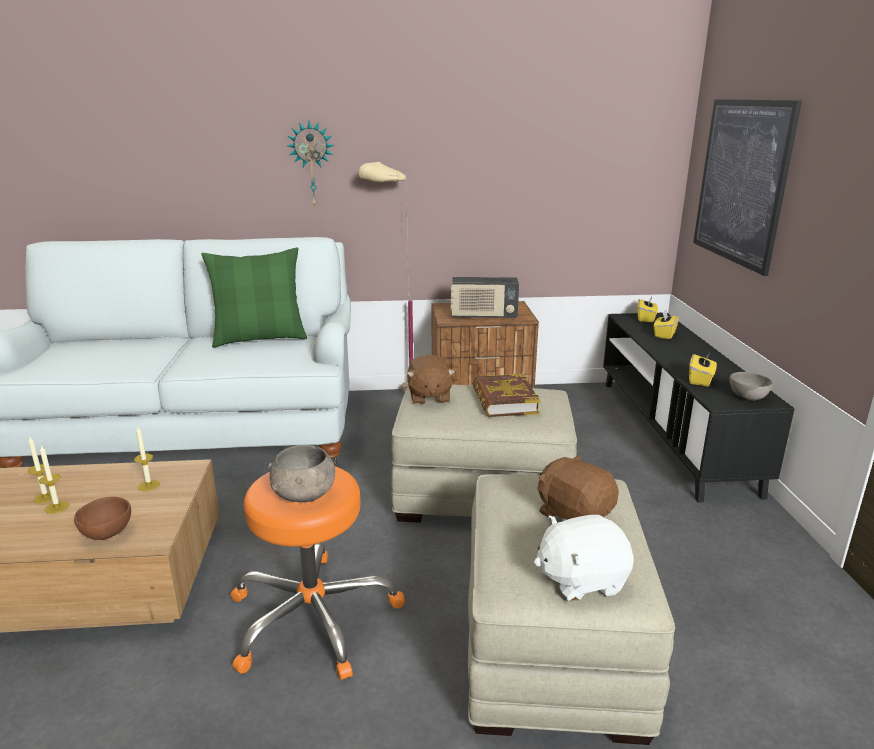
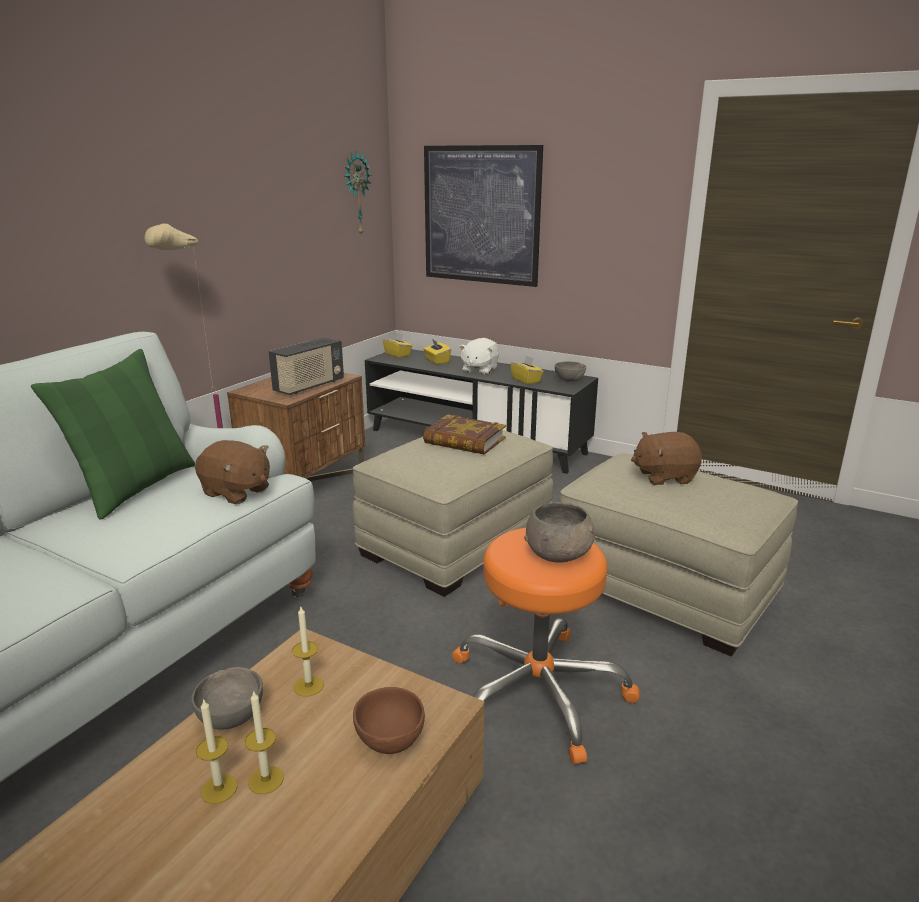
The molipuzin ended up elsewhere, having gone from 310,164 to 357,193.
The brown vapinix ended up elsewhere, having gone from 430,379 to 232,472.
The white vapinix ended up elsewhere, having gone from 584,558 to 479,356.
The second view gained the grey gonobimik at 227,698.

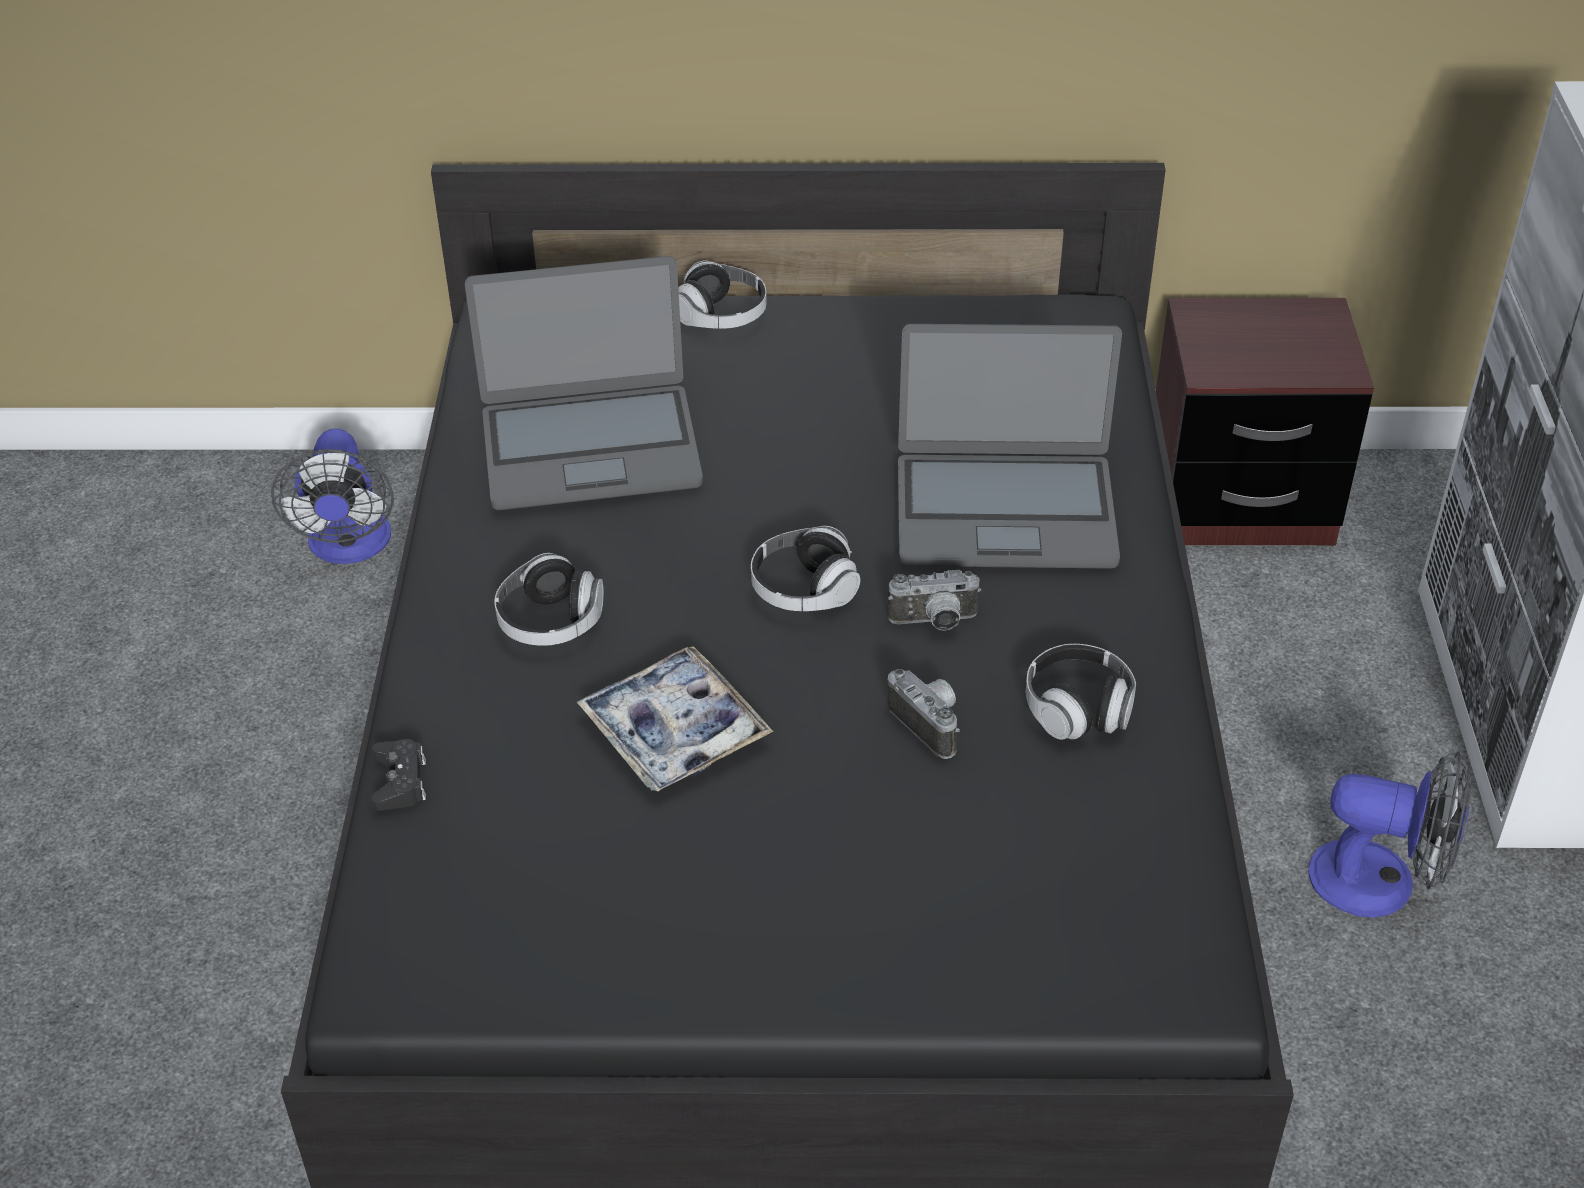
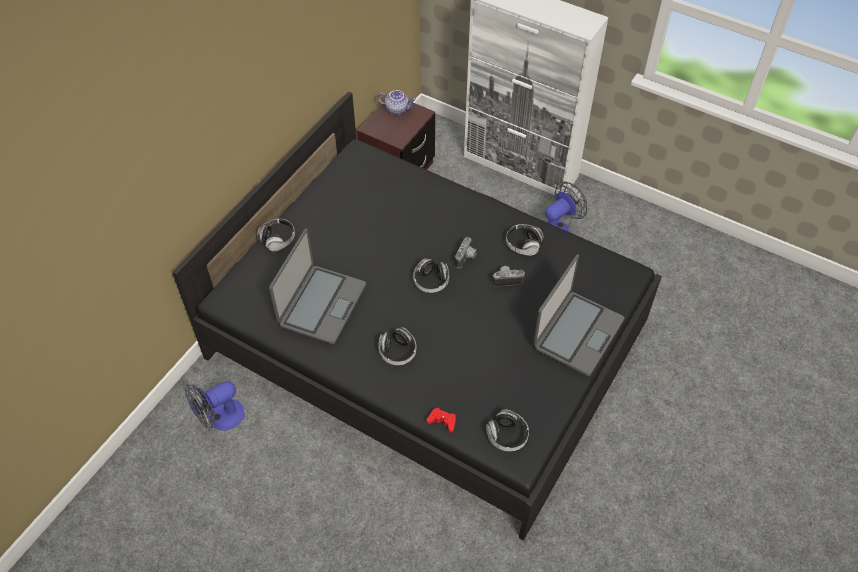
The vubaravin ended up elsewhere, having gone from 1010,446 to 578,315.
The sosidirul at 332,496 ended up facing another way, 120 degrees clockwise from before.
The second view lost the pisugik at 674,719.
What was the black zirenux at 398,775 turned into the red zirenux at 441,420.
The second view gained the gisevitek at 396,102.
The second view gained the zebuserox at 507,430.

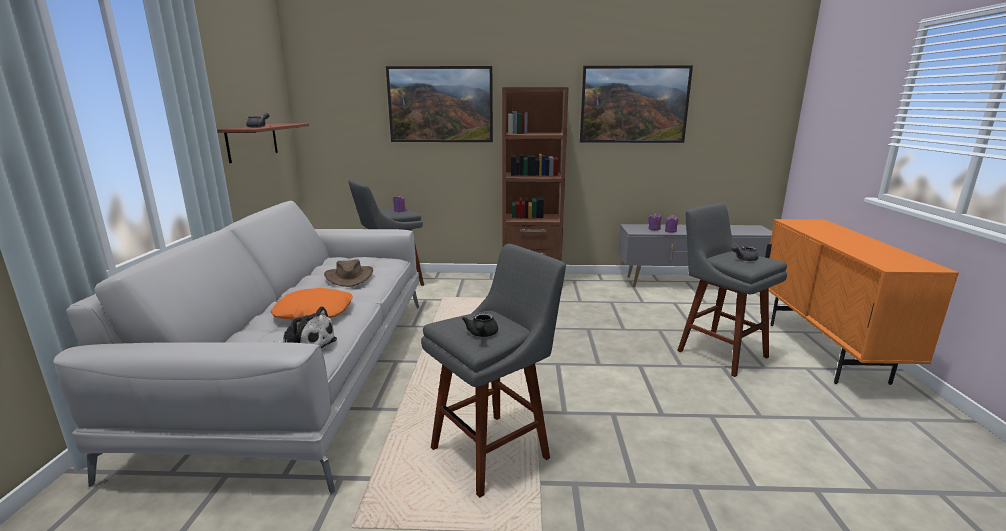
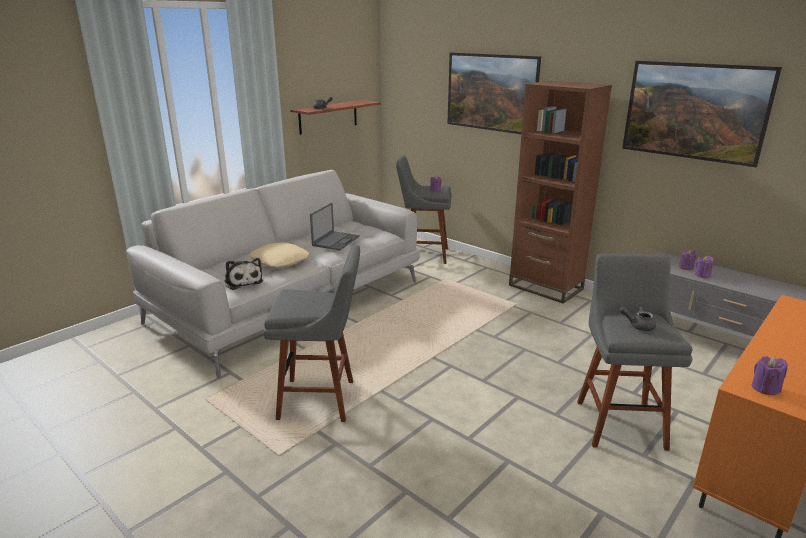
Where the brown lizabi stood at 348,273, the vubaravin came to stand at 335,226.
What was the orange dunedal at 311,304 turned into the beige dunedal at 279,255.
The second view lost the black gisevitek at 480,324.
The second view gained the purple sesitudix at 770,375.

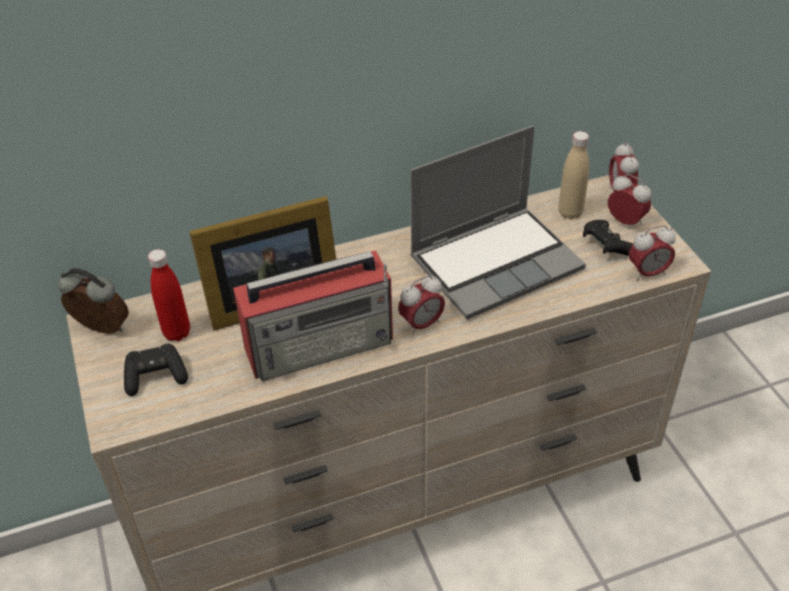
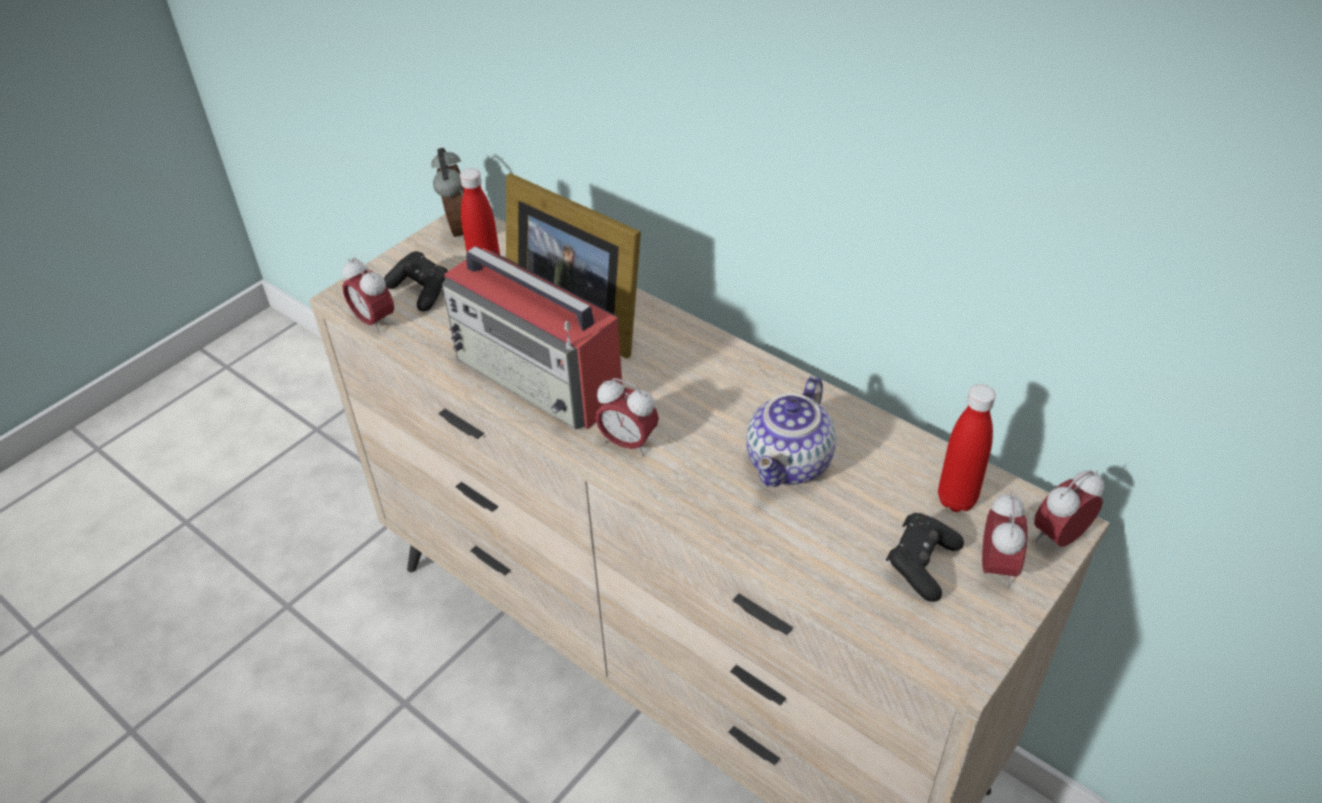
Where the vubaravin stood at 498,222, the gisevitek came to stand at 791,431.
What was the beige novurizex at 573,175 turned into the red novurizex at 967,448.
The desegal ended up elsewhere, having gone from 652,253 to 368,295.

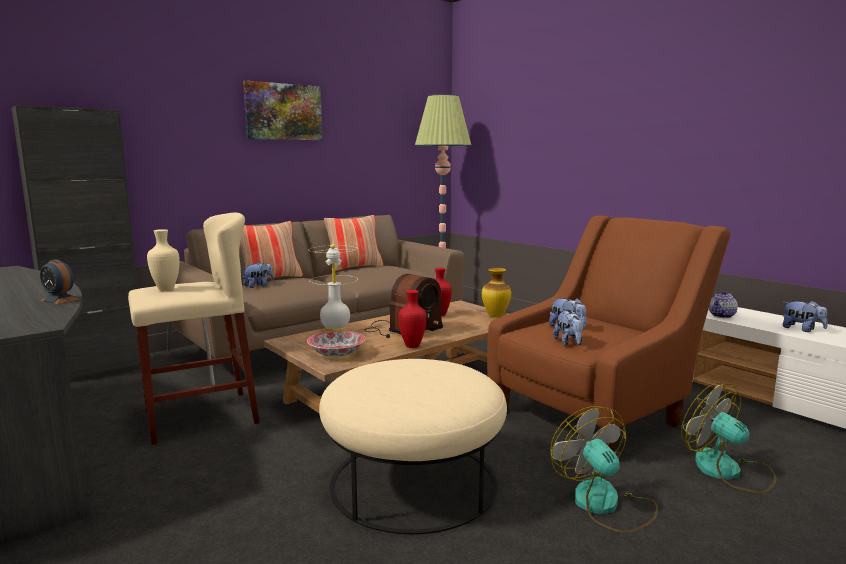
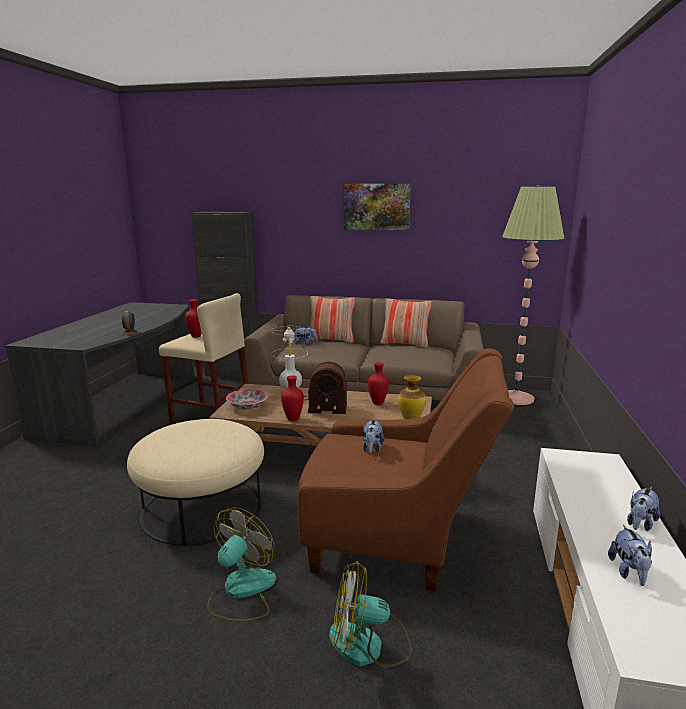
What was the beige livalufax at 163,260 turned into the red livalufax at 193,318.
The second view lost the gisevitek at 723,304.
The vapinix ended up elsewhere, having gone from 568,328 to 643,509.
The sosidirul at 729,438 ended up facing another way, 105 degrees counterclockwise from before.

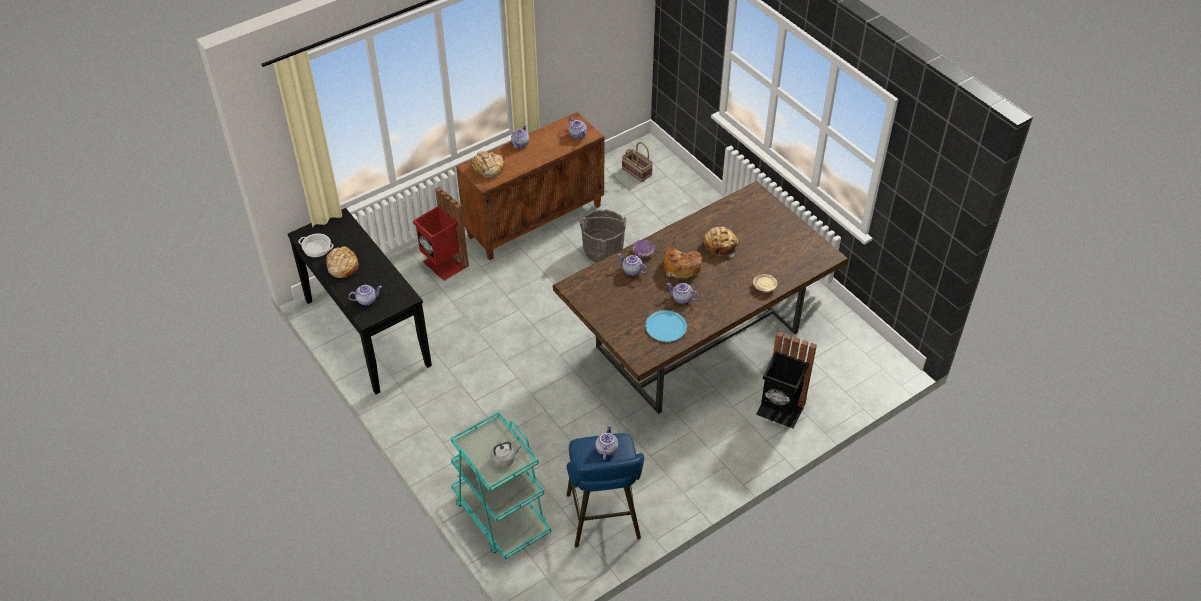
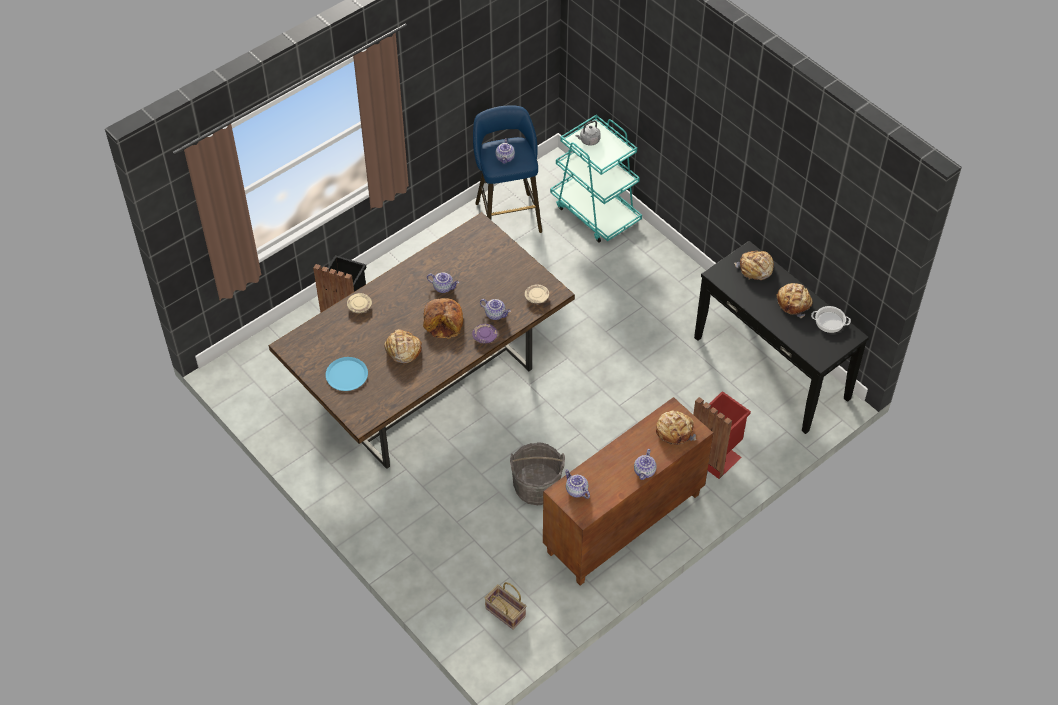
Where the gisevitek stood at 365,295, the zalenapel came to stand at 754,265.
The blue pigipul ended up elsewhere, having gone from 666,326 to 347,374.
The second view gained the beige pigipul at 537,294.

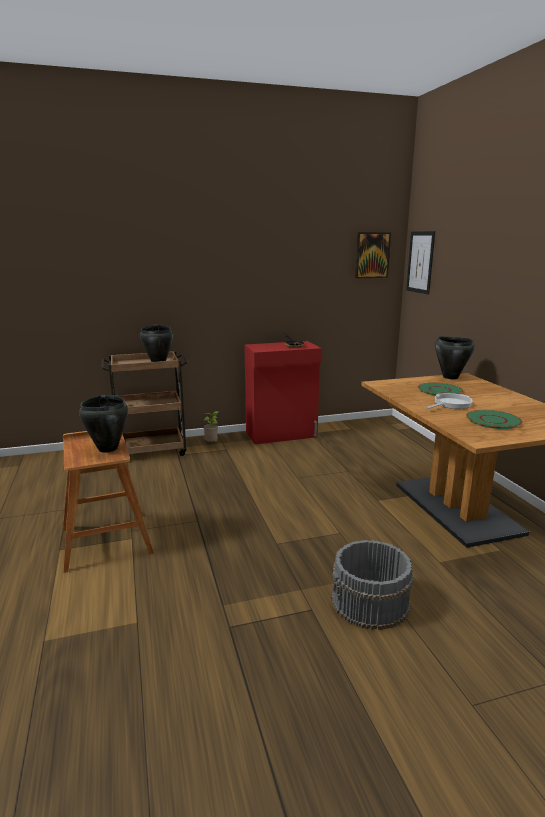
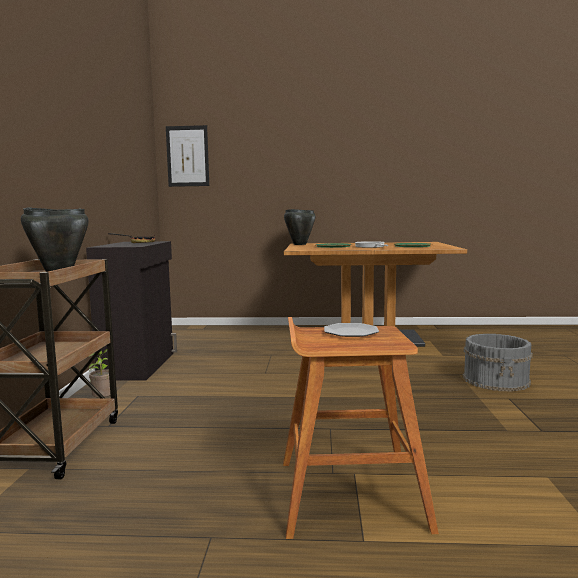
The second view lost the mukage at 373,255.
What was the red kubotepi at 283,392 turned into the black kubotepi at 131,311.
Where the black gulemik stood at 103,424, the pigipul came to stand at 351,330.

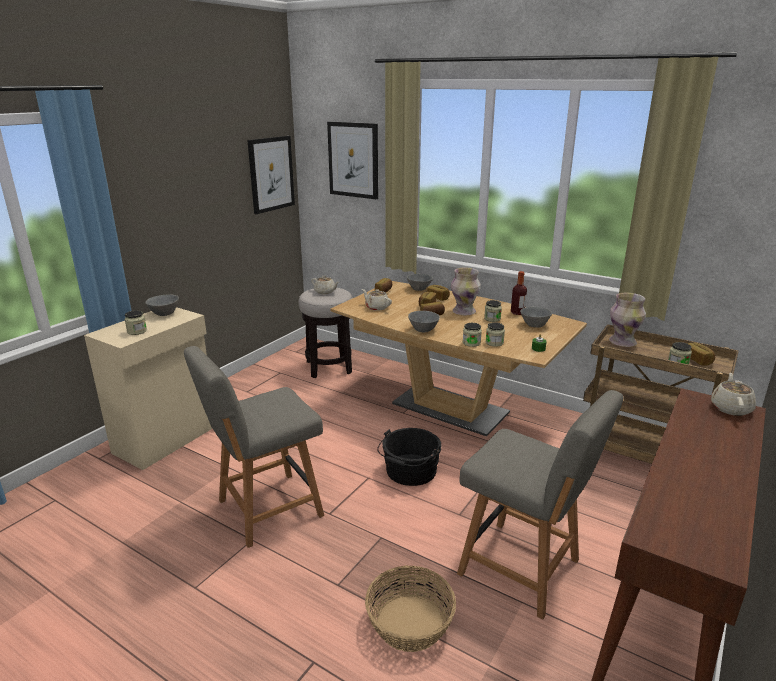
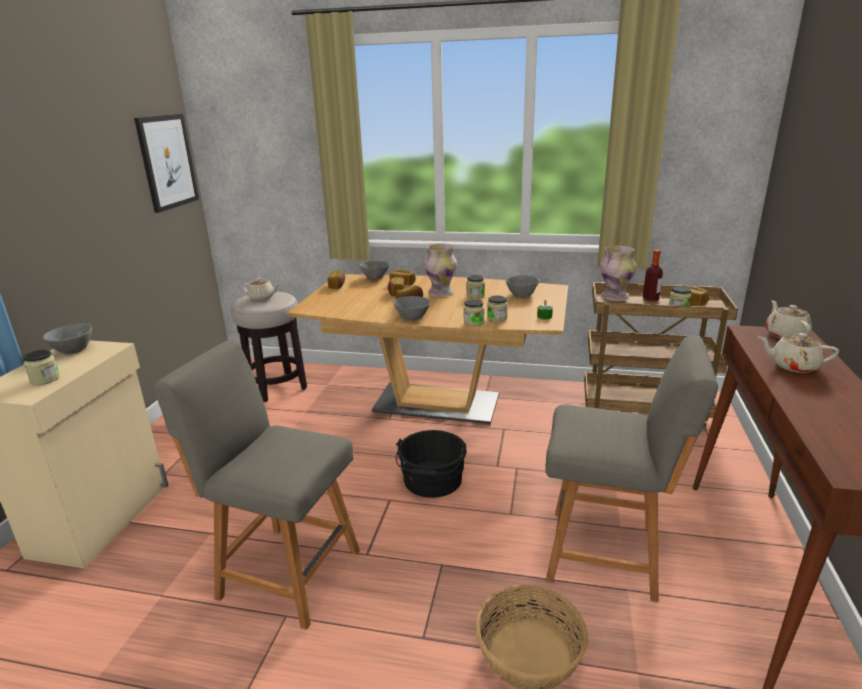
The second view lost the mukage at 352,160.
The novurizex ended up elsewhere, having gone from 519,293 to 653,276.
The beige gisevitek ended up elsewhere, having gone from 377,300 to 798,353.
The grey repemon at 254,447 ended up facing another way, 75 degrees clockwise from before.

